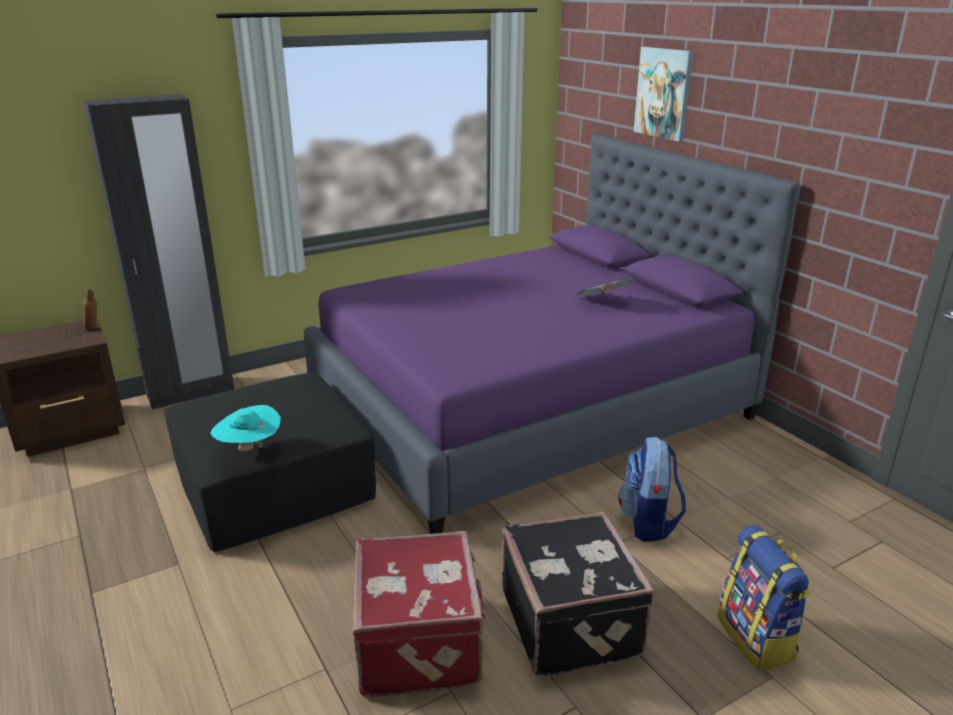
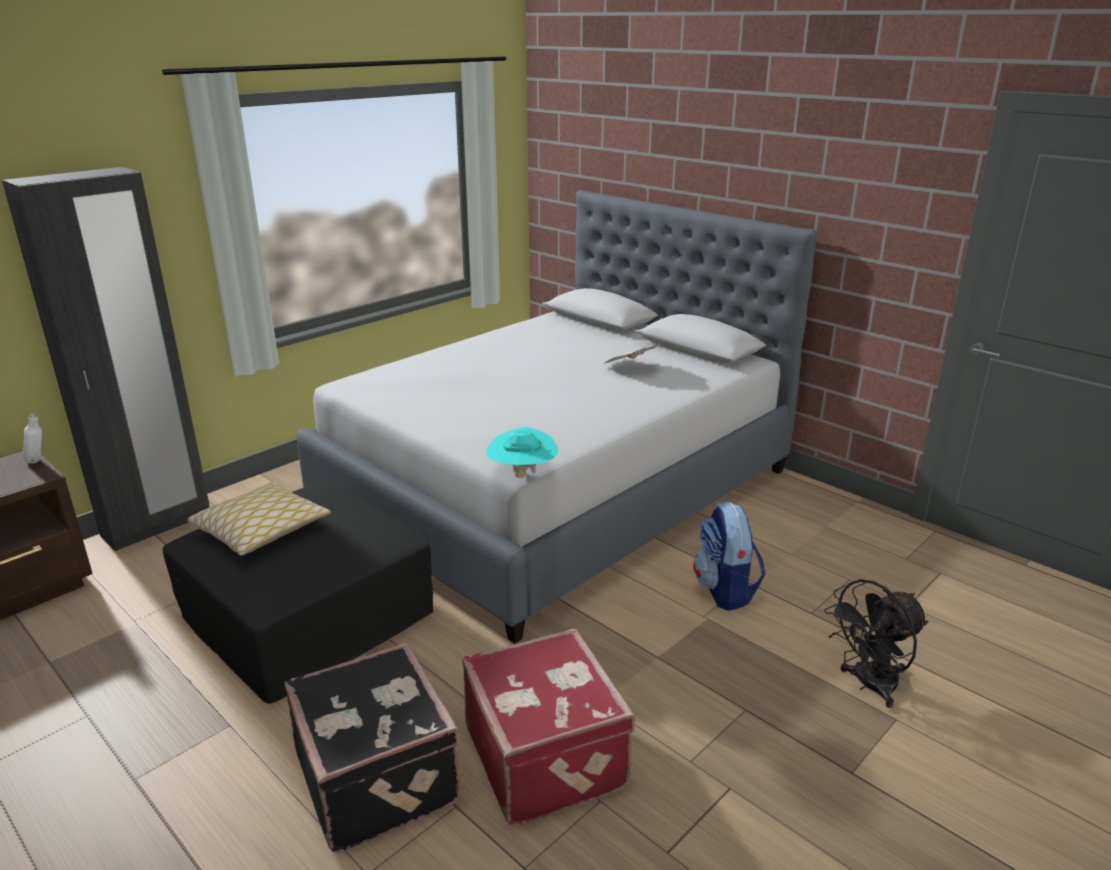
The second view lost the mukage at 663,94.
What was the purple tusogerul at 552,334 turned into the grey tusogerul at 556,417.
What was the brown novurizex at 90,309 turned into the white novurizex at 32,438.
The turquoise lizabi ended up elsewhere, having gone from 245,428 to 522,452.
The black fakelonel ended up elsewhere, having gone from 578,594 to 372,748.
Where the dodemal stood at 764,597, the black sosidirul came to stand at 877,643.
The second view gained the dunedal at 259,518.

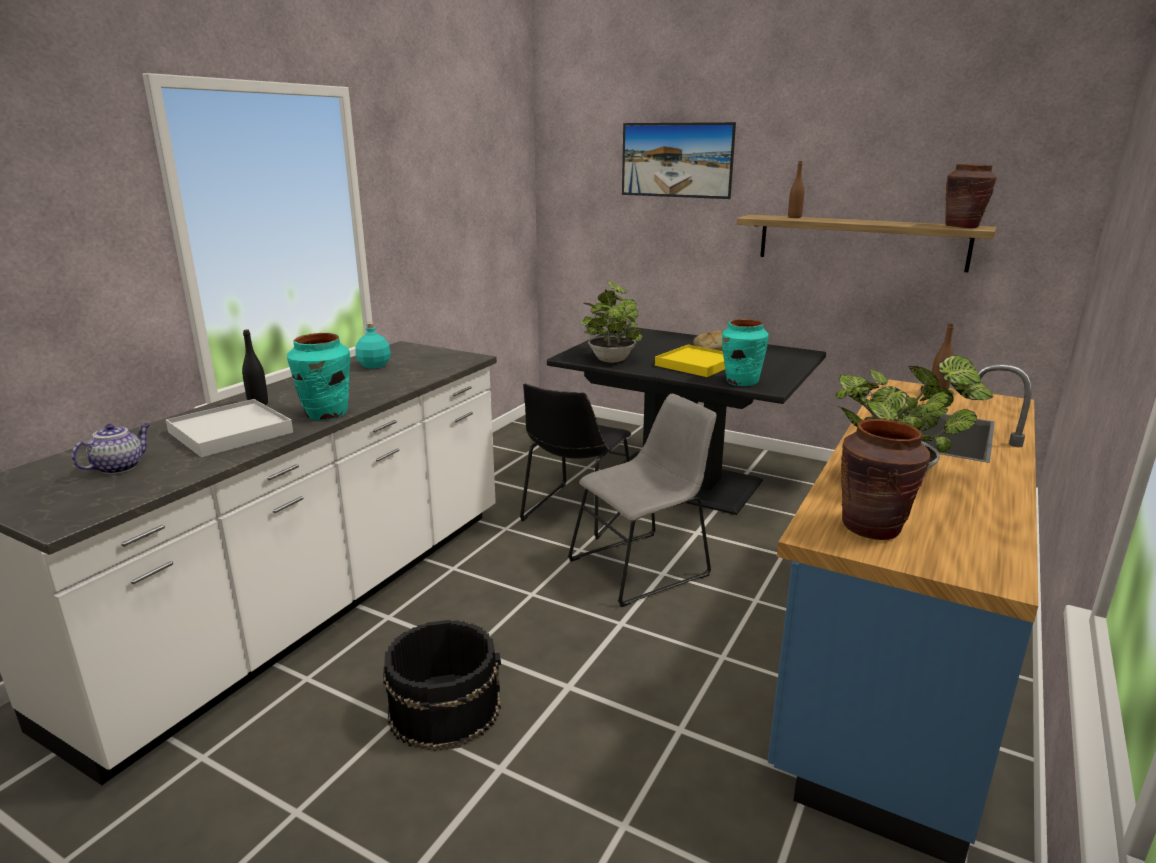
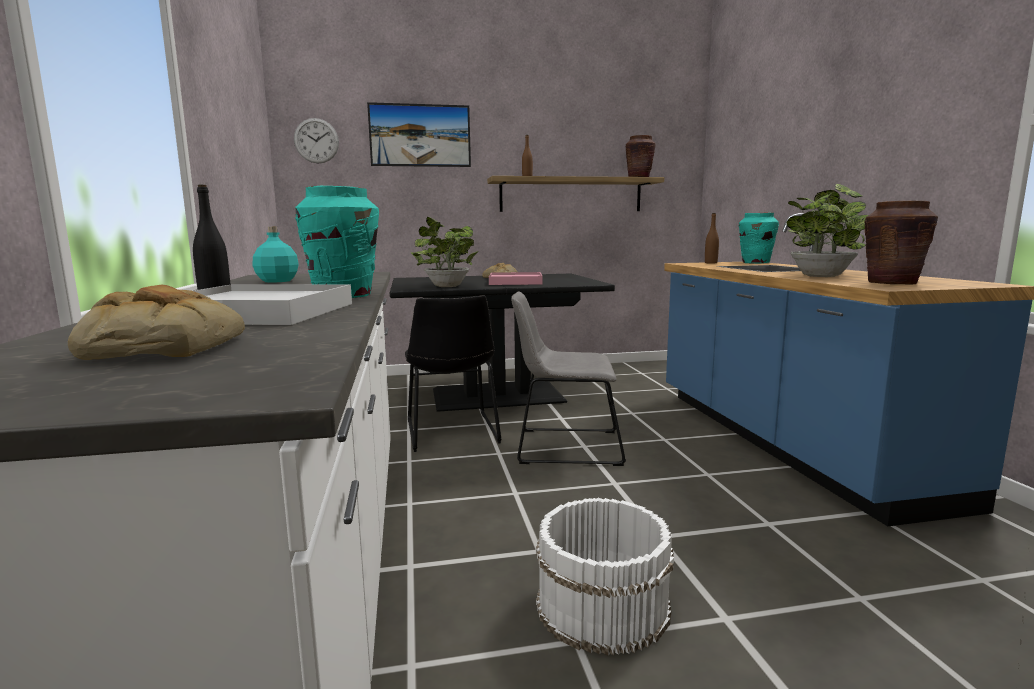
The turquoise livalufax ended up elsewhere, having gone from 745,352 to 759,238.
What was the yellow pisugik at 690,361 turned into the pink pisugik at 515,278.
The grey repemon at 642,500 ended up facing another way, 105 degrees counterclockwise from before.
Where the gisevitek stood at 110,449, the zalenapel came to stand at 156,322.
What was the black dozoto at 442,686 turned into the white dozoto at 605,576.
The second view gained the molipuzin at 316,141.

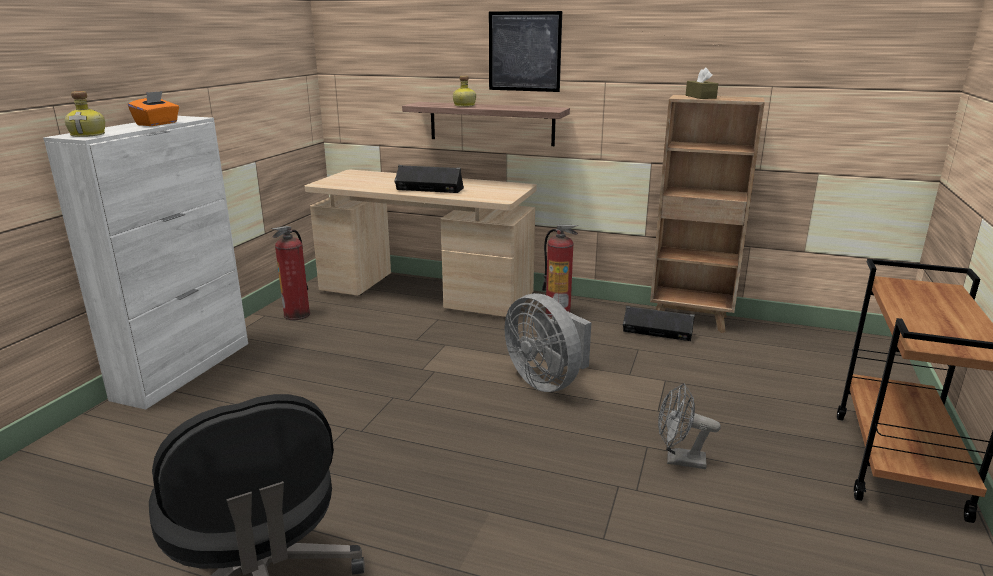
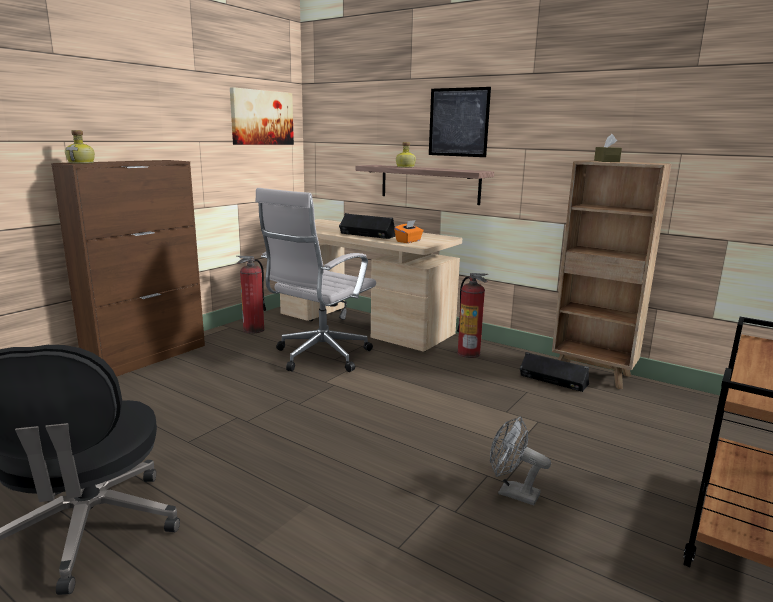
The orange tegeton ended up elsewhere, having gone from 153,108 to 408,231.
What was the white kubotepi at 145,263 turned into the brown kubotepi at 128,268.
The second view lost the grey sosidirul at 548,342.
The second view gained the mukage at 262,116.
The second view gained the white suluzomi at 315,280.

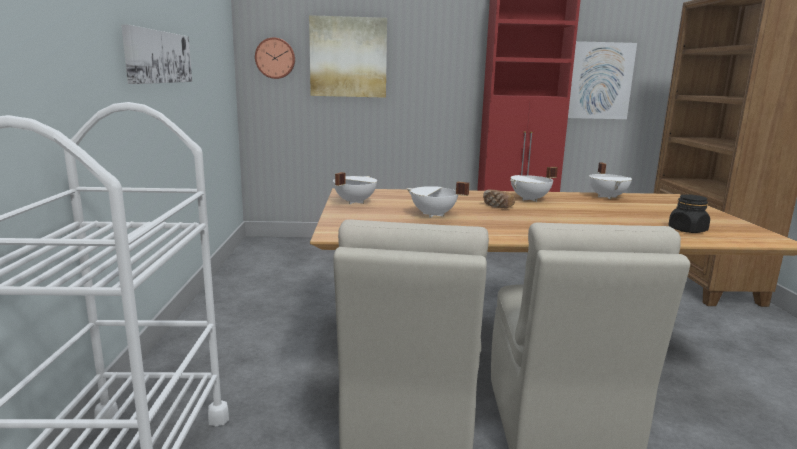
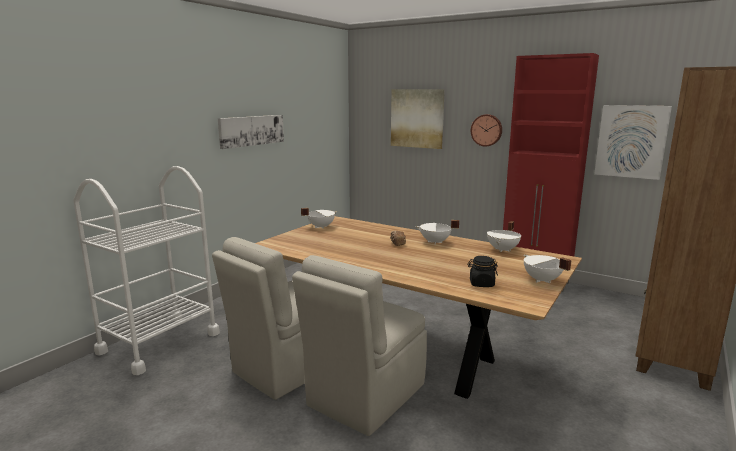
The molipuzin ended up elsewhere, having gone from 275,58 to 486,130.
The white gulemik ended up elsewhere, having gone from 438,200 to 548,269.

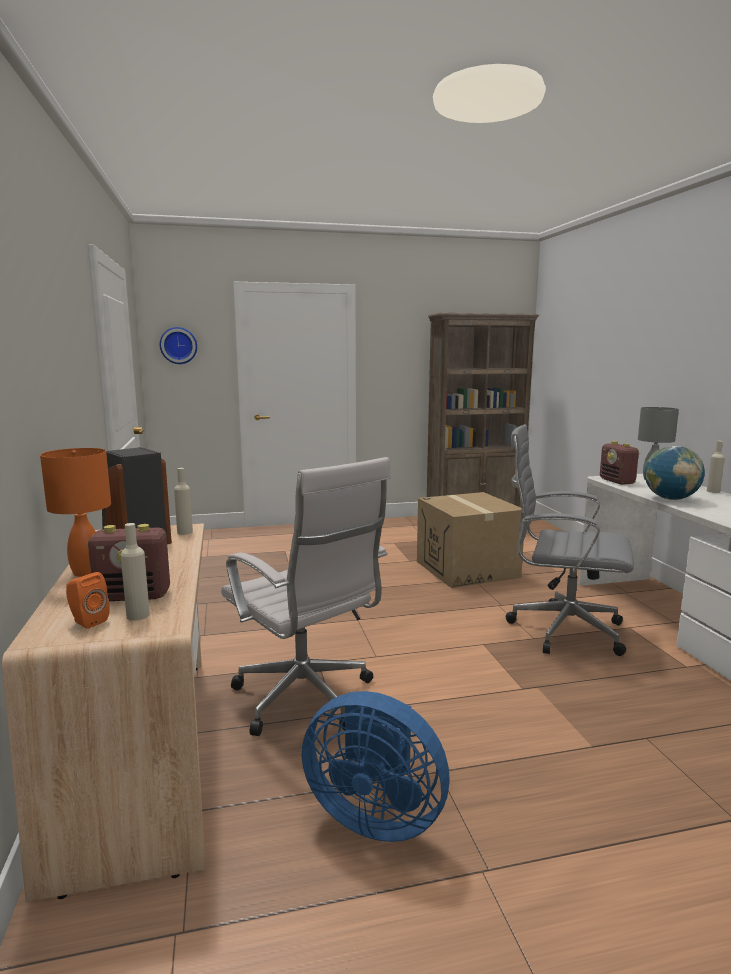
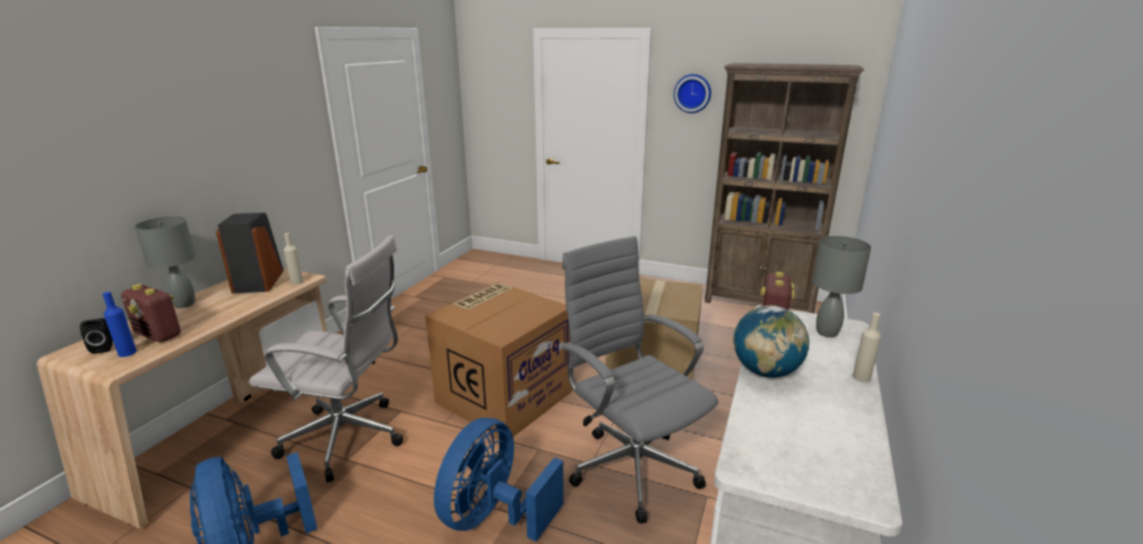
The molipuzin ended up elsewhere, having gone from 178,345 to 692,93.
What was the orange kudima at 75,512 turned into the grey kudima at 165,262.
The white suluzomi at 306,596 ended up facing another way, 75 degrees counterclockwise from before.
What was the beige novurizex at 135,572 turned into the blue novurizex at 120,324.
What was the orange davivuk at 88,600 turned into the black davivuk at 96,336.
The second view gained the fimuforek at 498,359.
The second view gained the blue sosidirul at 499,480.

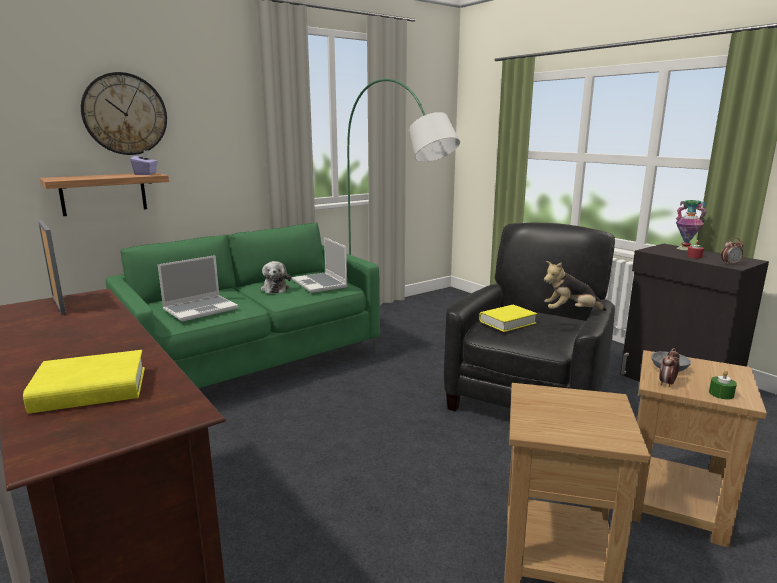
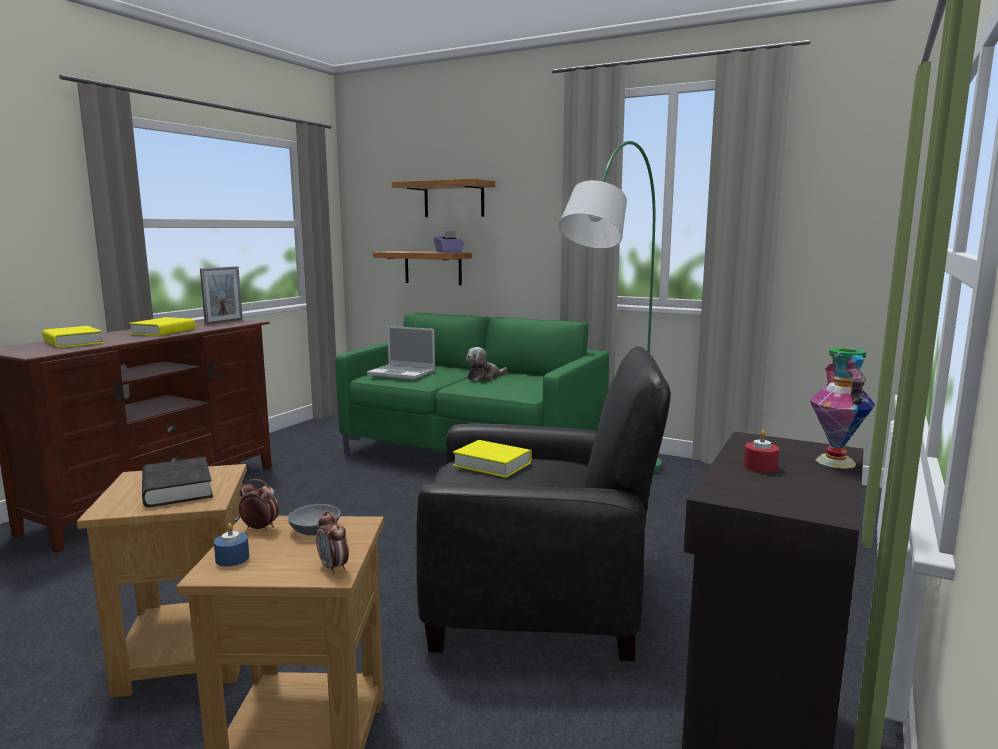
Where the molipuzin hung at 124,113, the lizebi came to hang at 443,197.
The second view lost the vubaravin at 320,265.
The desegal ended up elsewhere, having gone from 732,251 to 332,542.
The second view lost the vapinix at 575,286.
What was the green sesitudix at 723,385 turned into the blue sesitudix at 231,545.
The second view gained the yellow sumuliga at 162,326.
The second view gained the black sumuliga at 177,482.

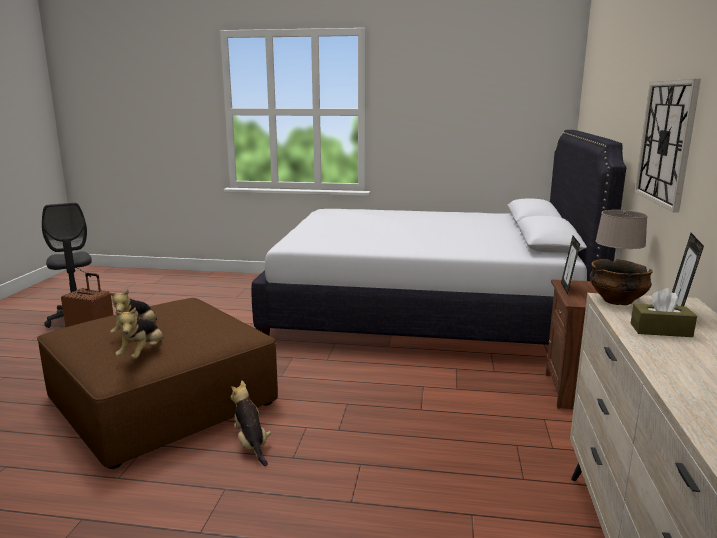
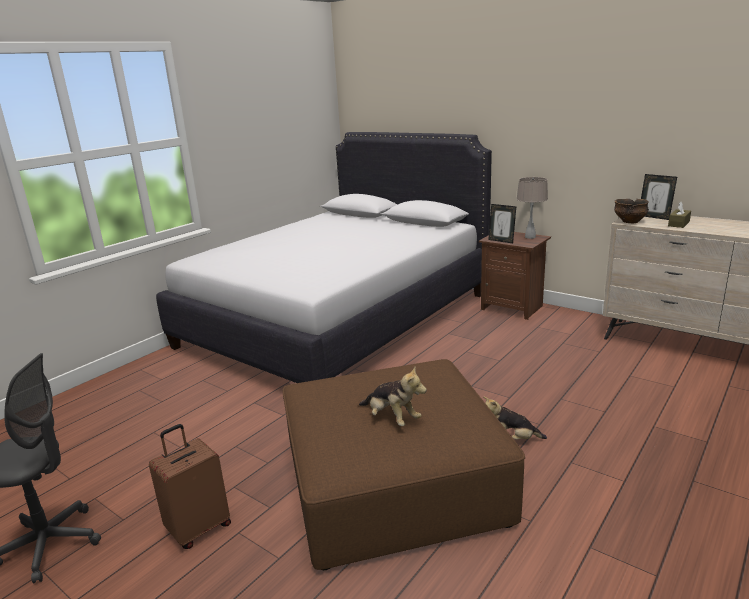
The second view lost the molipuzin at 668,146.
The second view lost the vapinix at 139,333.

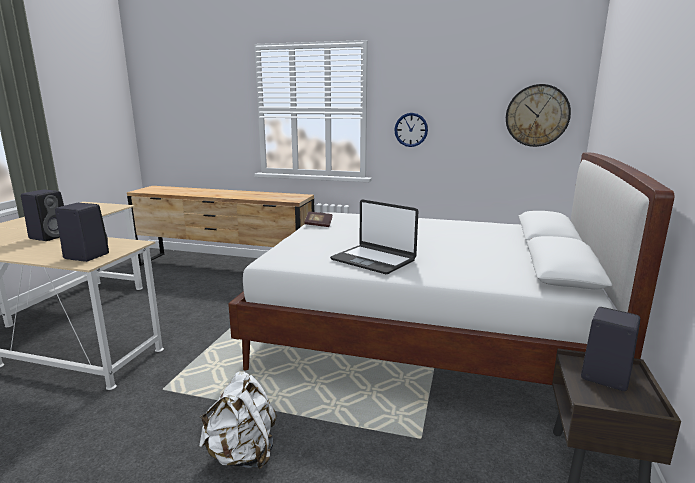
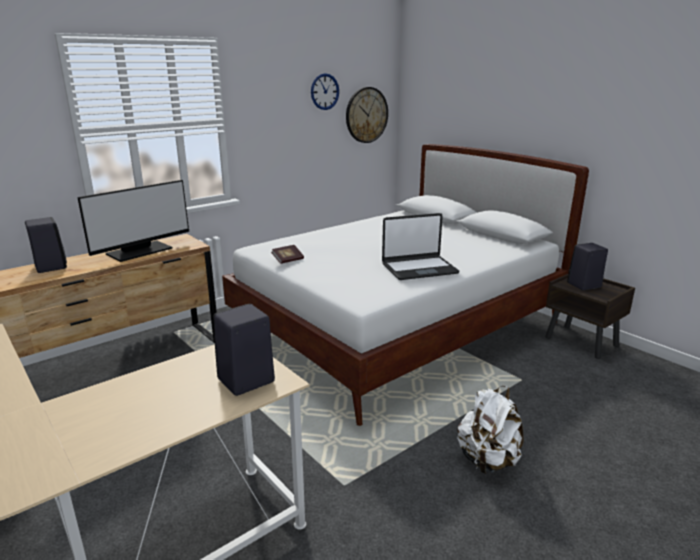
The molipuzin ended up elsewhere, having gone from 411,130 to 325,91.
The black davivuk ended up elsewhere, having gone from 42,215 to 46,245.
The second view gained the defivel at 133,221.

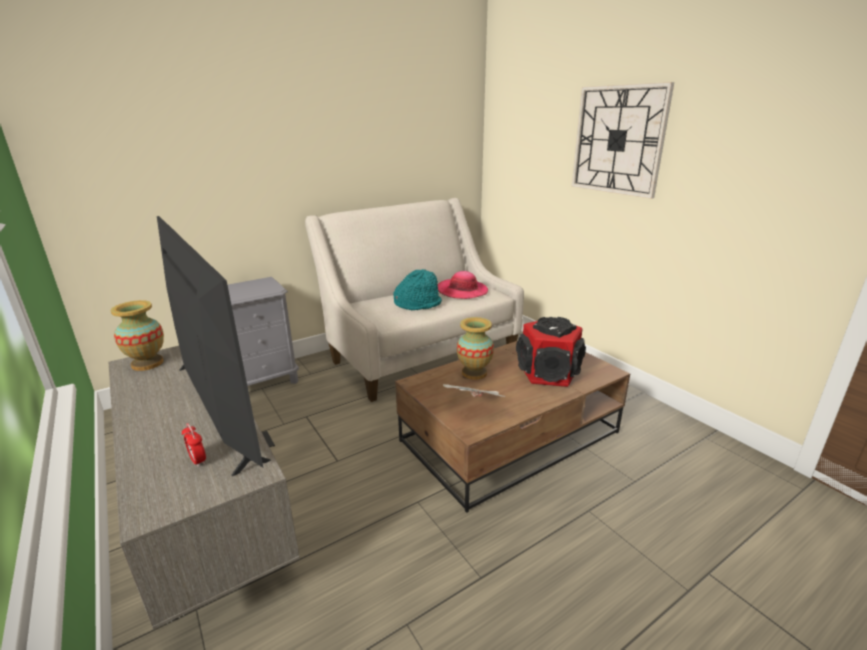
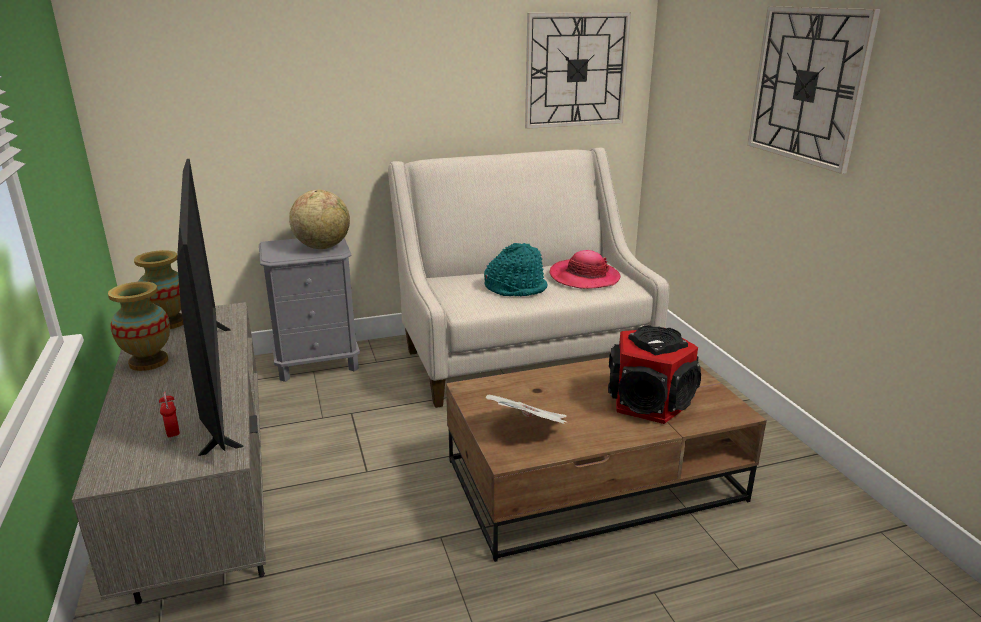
The livalufax ended up elsewhere, having gone from 475,348 to 139,326.
The second view gained the molipuzin at 578,70.
The second view gained the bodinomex at 319,219.

